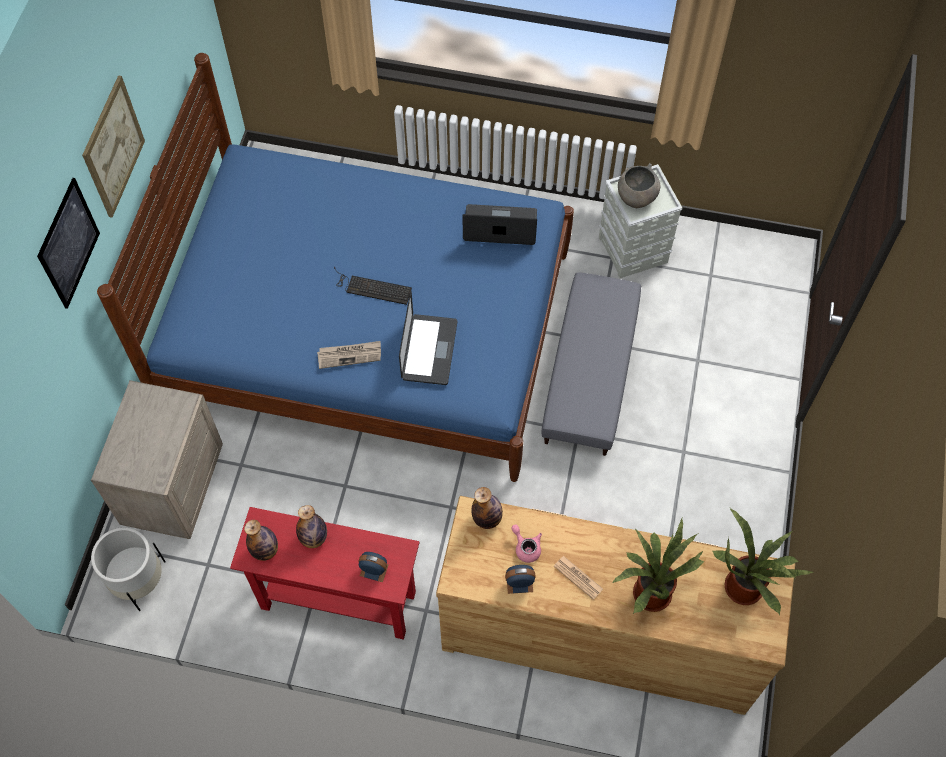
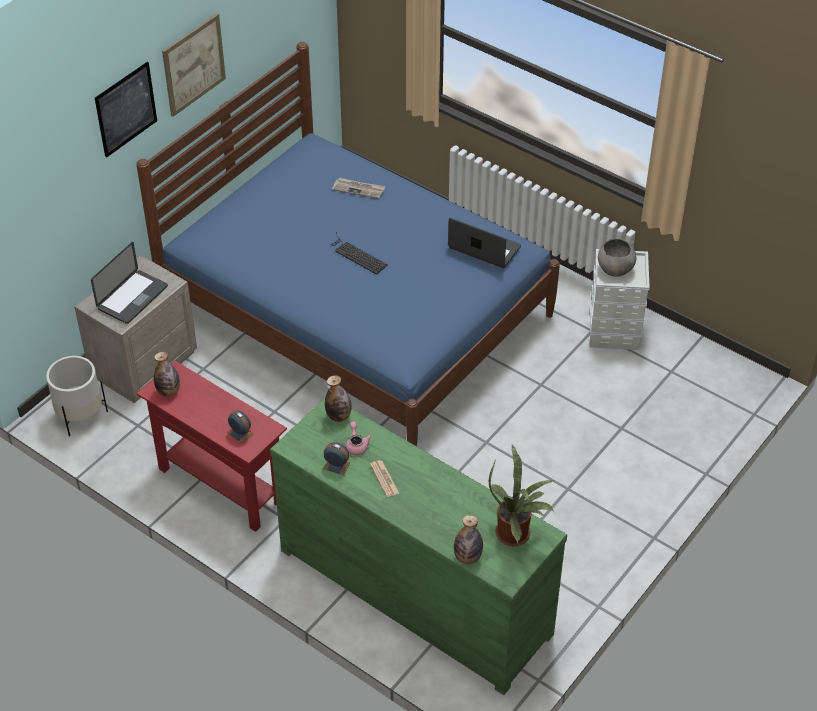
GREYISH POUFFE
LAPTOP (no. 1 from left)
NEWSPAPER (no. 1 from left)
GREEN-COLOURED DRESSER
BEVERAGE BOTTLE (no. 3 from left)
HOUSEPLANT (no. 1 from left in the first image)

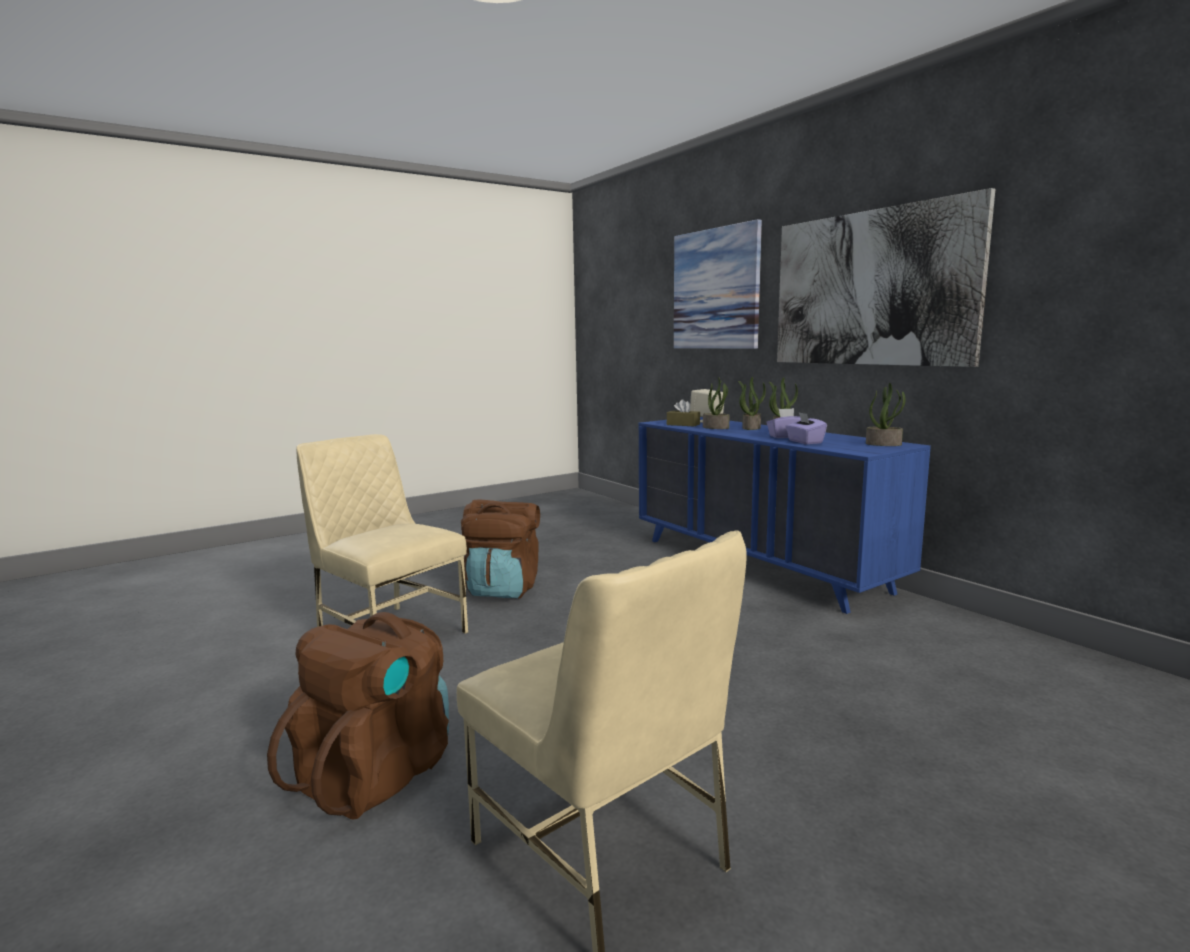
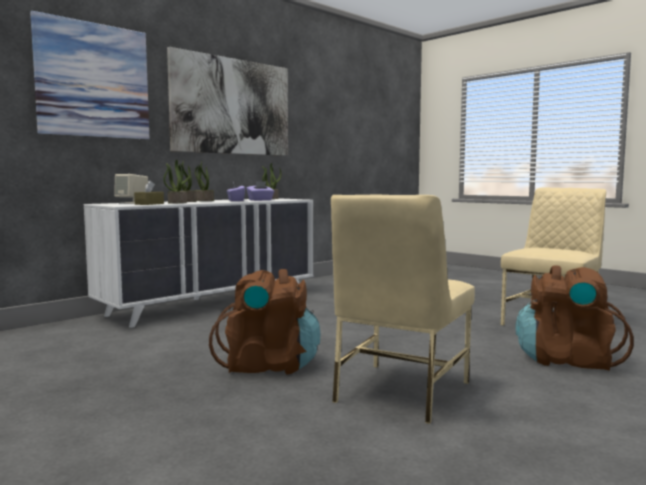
WHITE-COLOURED DRESSER

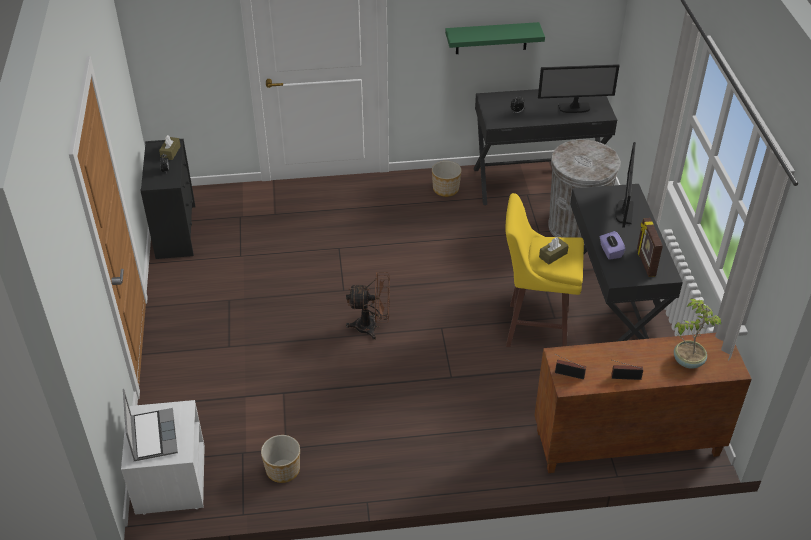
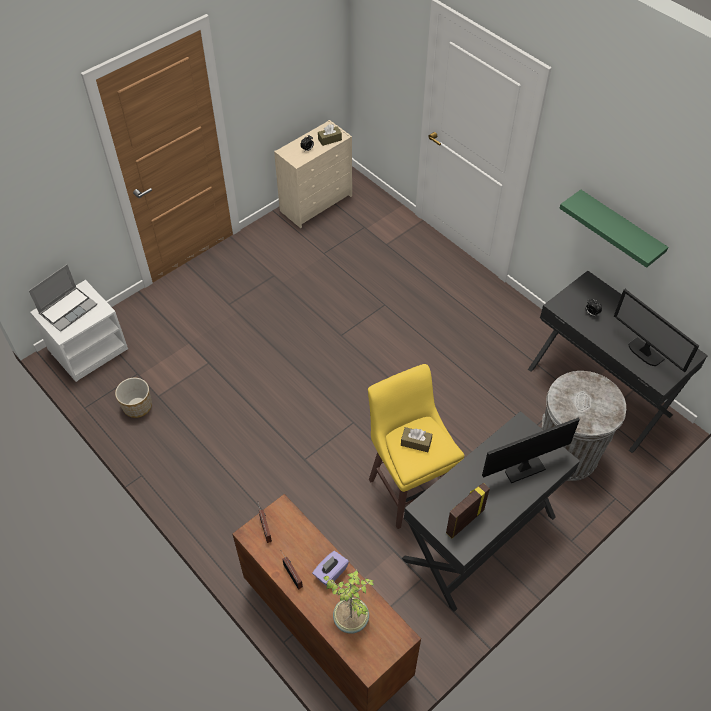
BEIGE DRESSER
FLOWER POT (no. 2 from left in the first image)
PURPLISH TISSUE BOX
BROWNISH ELECTRIC FAN

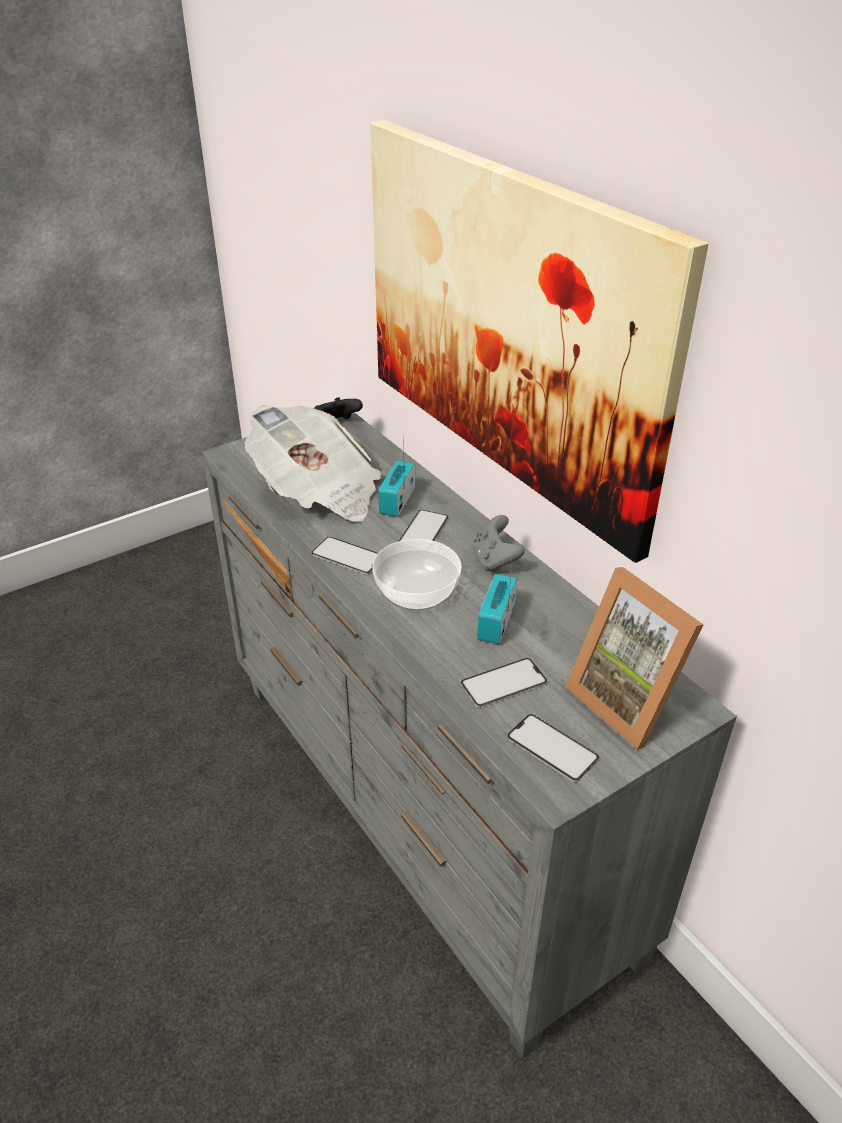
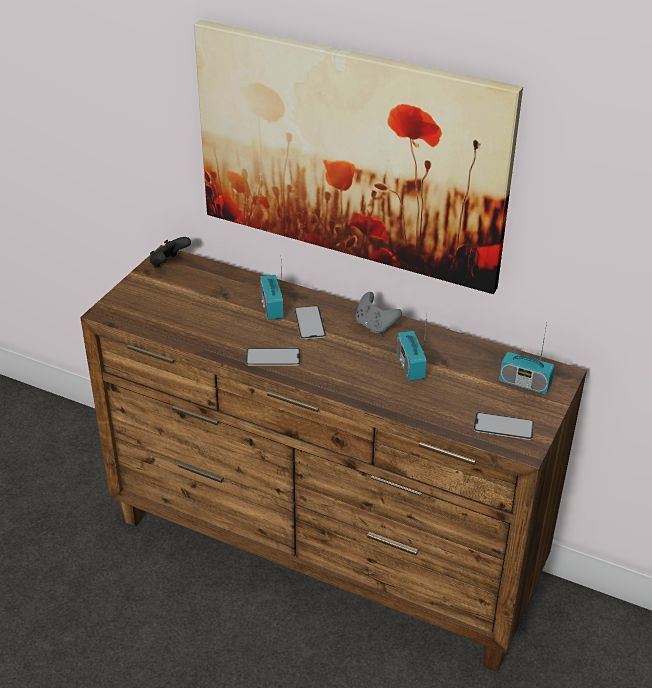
NEWSPAPER
BROWNISH DRESSER
BOWL
RADIO (no. 3 from left)
TELEPHONE (no. 3 from left in the first image)

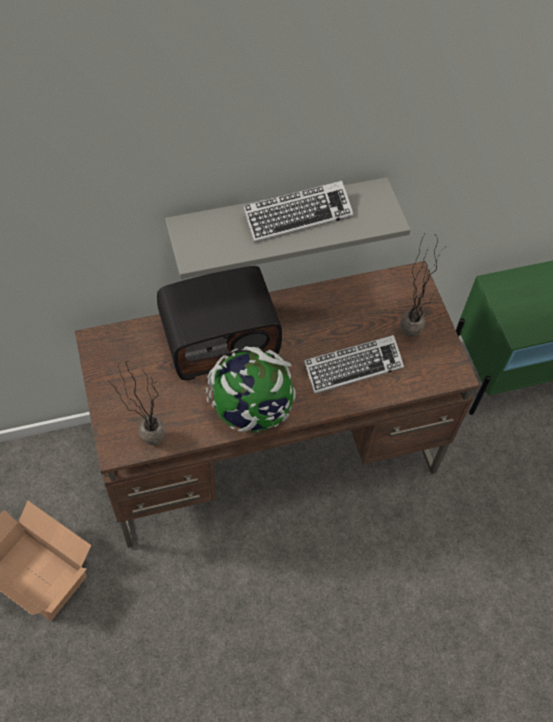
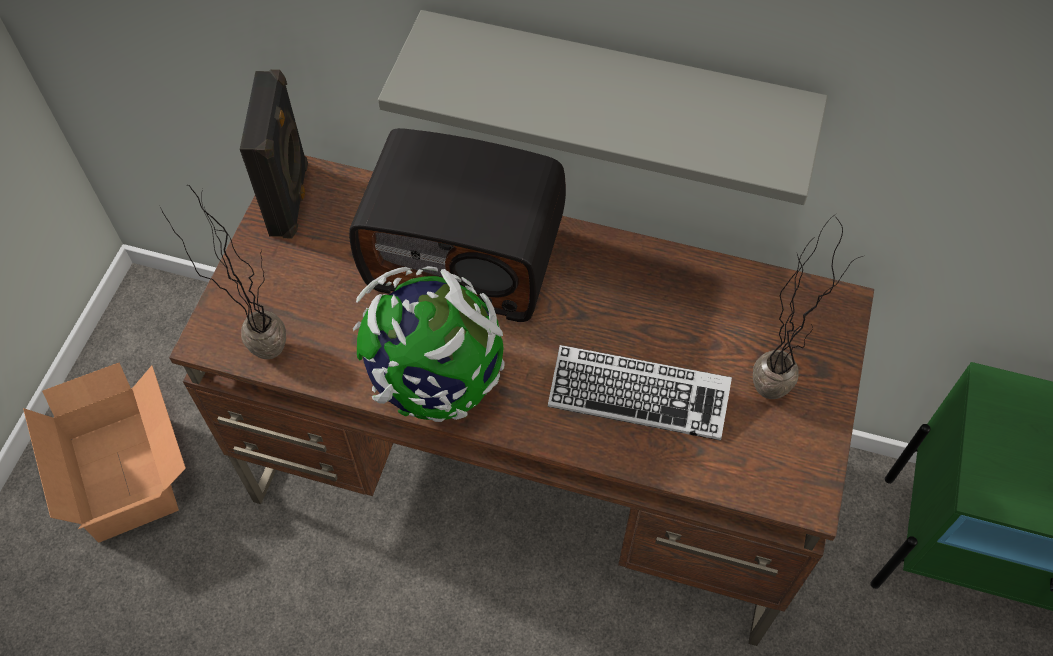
COMPUTER KEYBOARD (no. 1 from left in the first image)
BLACK AUDIO SPEAKER

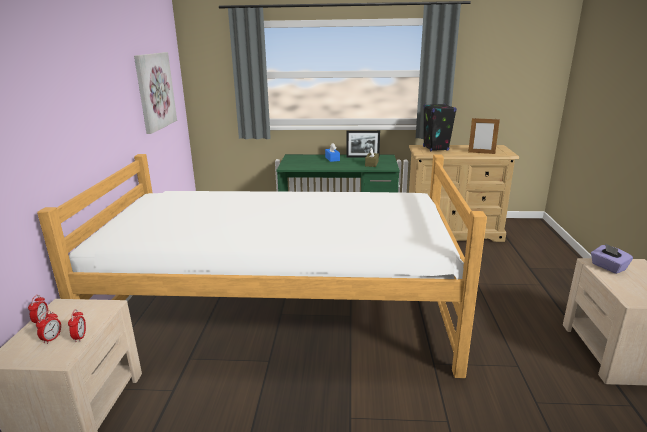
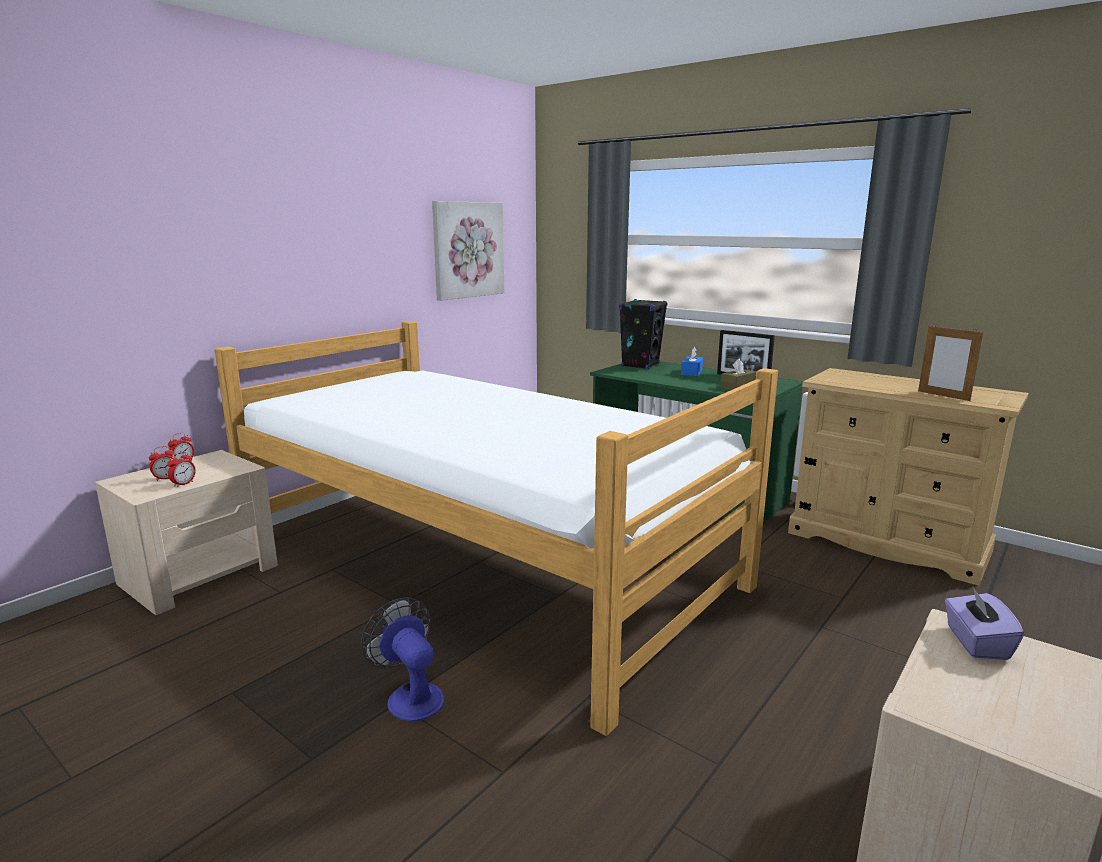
BLACK AUDIO SPEAKER
ELECTRIC FAN

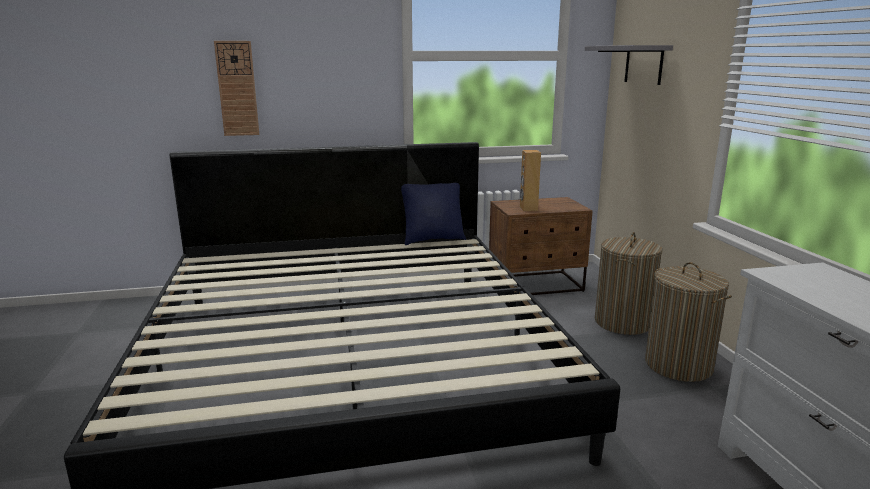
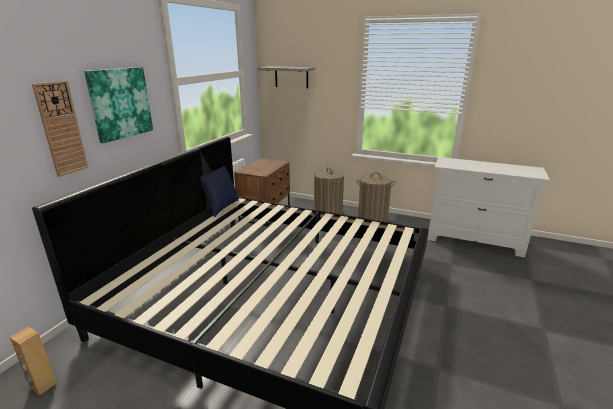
BROWNISH AUDIO SPEAKER
PICTURE

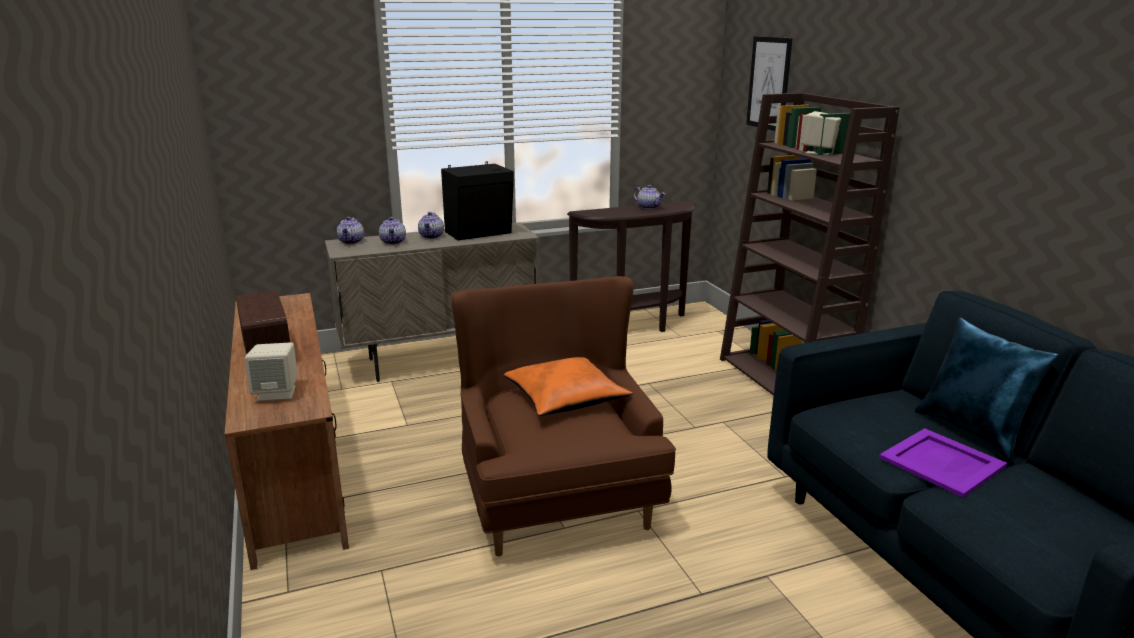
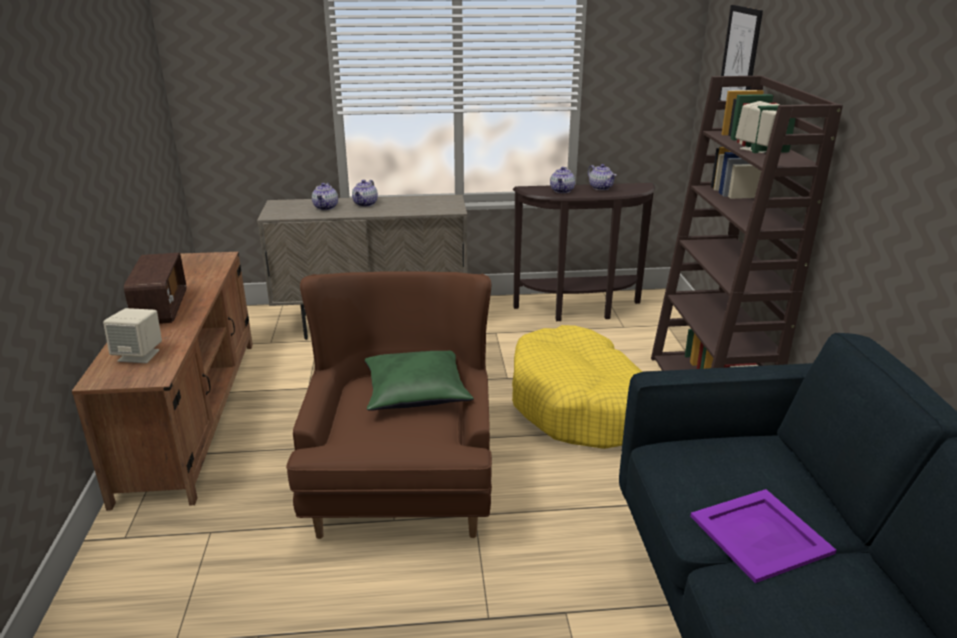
BLACK AUDIO SPEAKER
POT FOR TEA (no. 3 from left)
BLUE-COLOURED CUSHION
GREEN-COLOURED CUSHION
YELLOWISH DOG BED

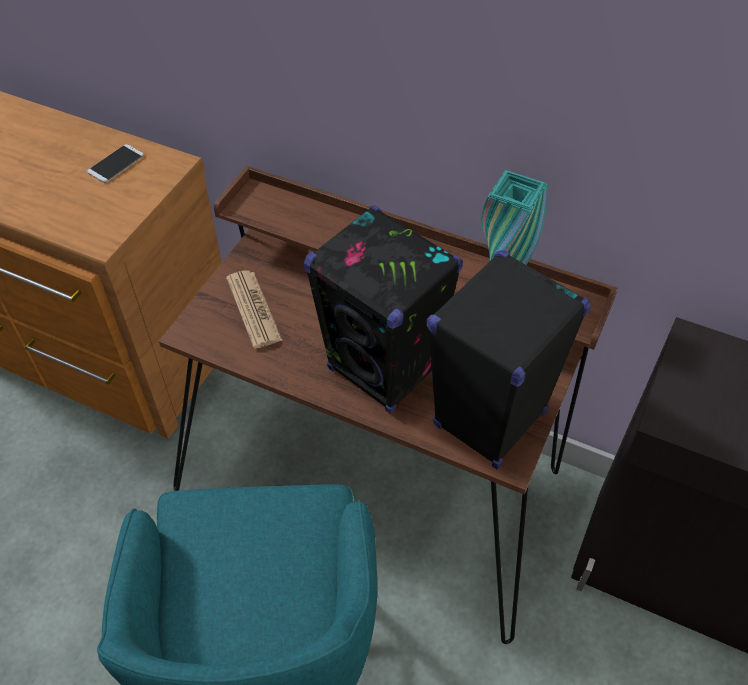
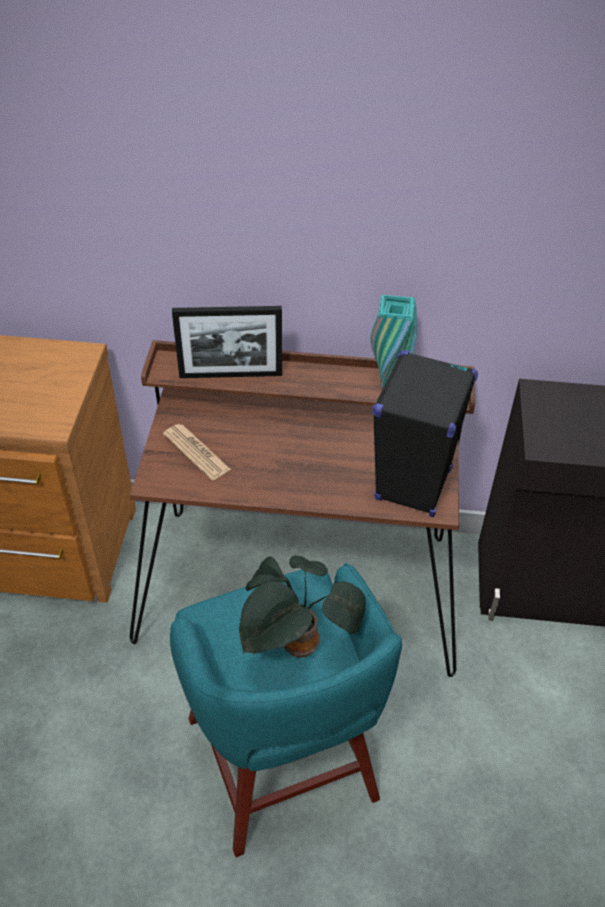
TELEPHONE
BLACK AUDIO SPEAKER (no. 1 from left in the first image)
PICTURE FRAME
HOUSEPLANT

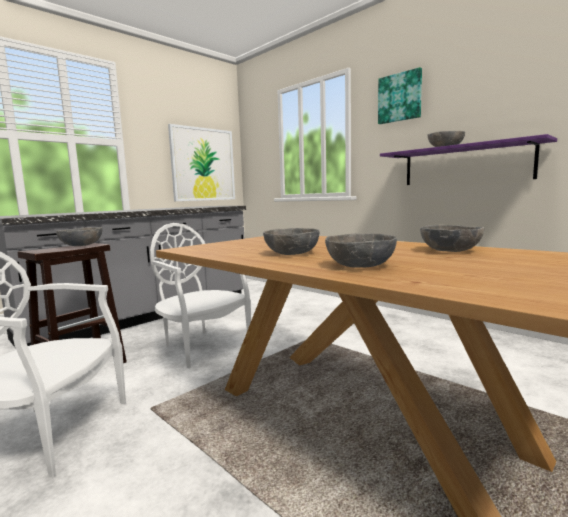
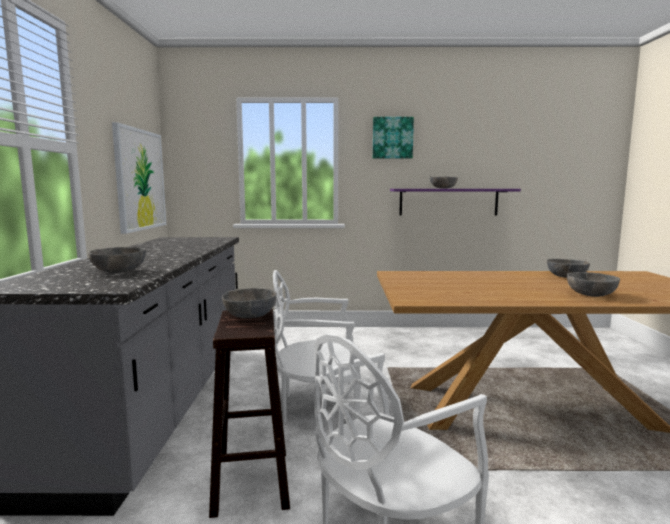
GREYISH BOWL (no. 1 from left)

